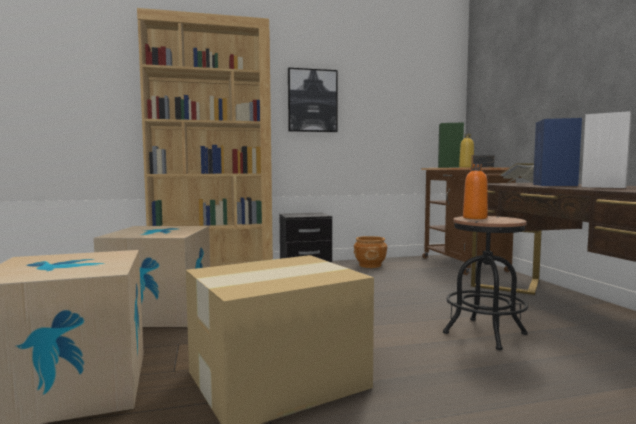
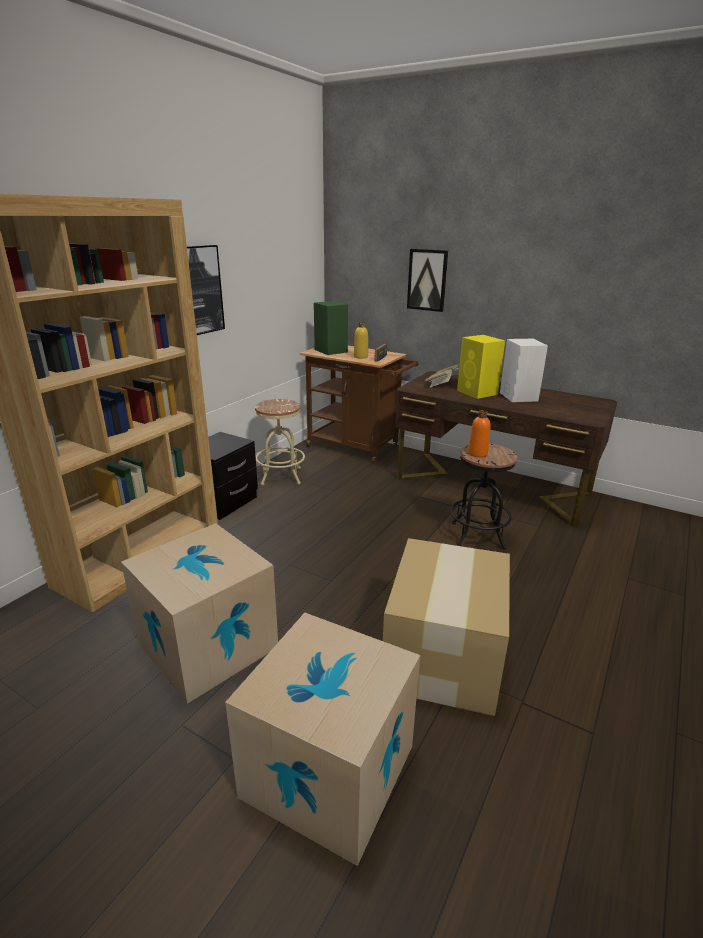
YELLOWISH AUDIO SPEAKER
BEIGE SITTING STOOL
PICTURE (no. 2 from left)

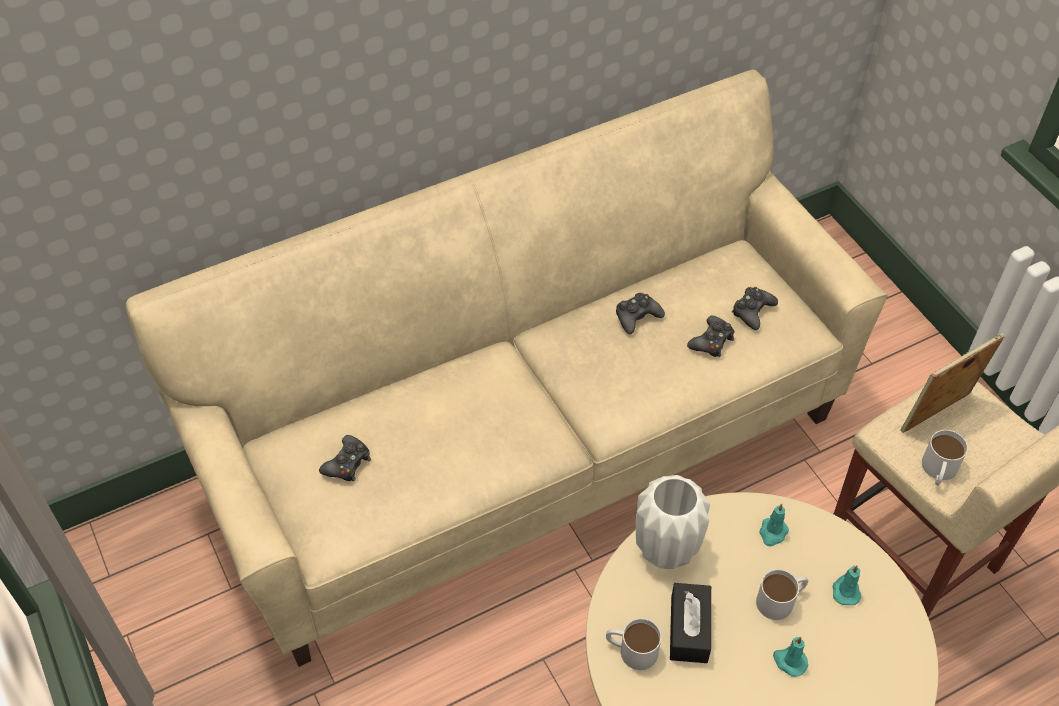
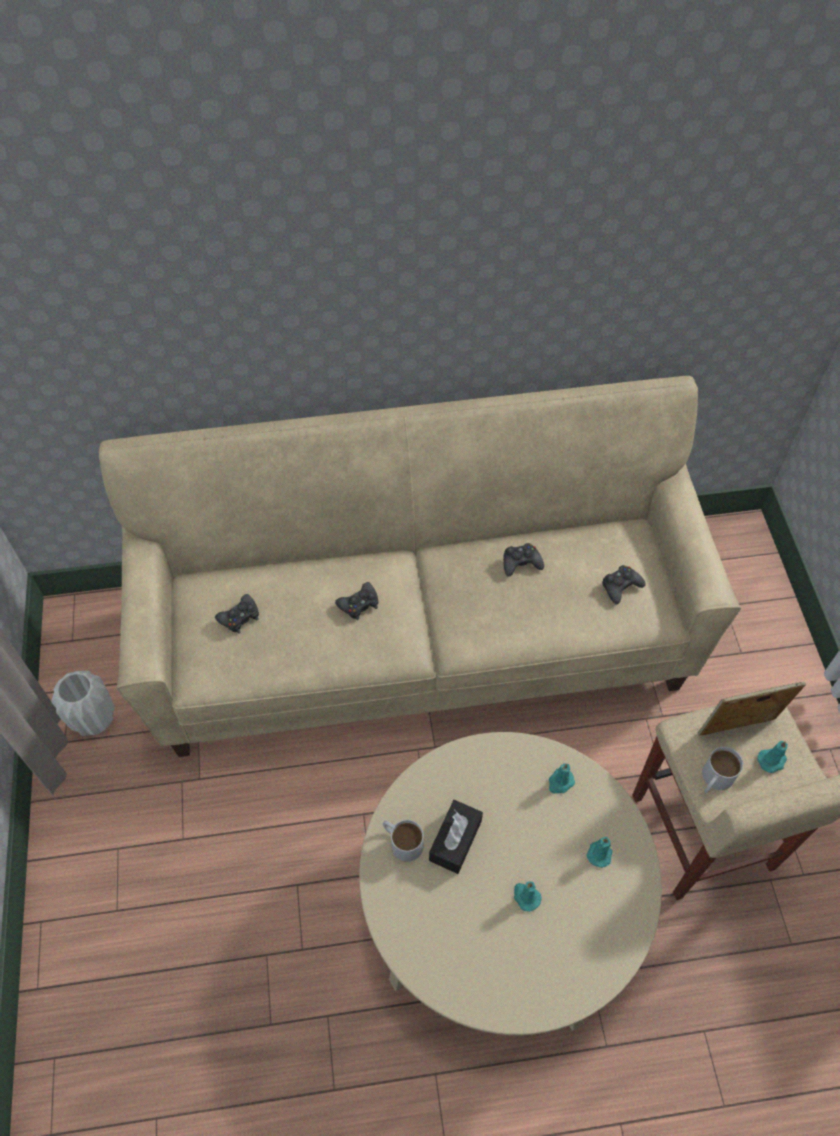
BLACK JOYPAD (no. 2 from left)
WHITE-COLOURED FLOWER VASE
WHITE-COLOURED TEA MUG (no. 2 from left in the first image)
TURQUOISE-COLOURED WAX CANDLE (no. 4 from left)

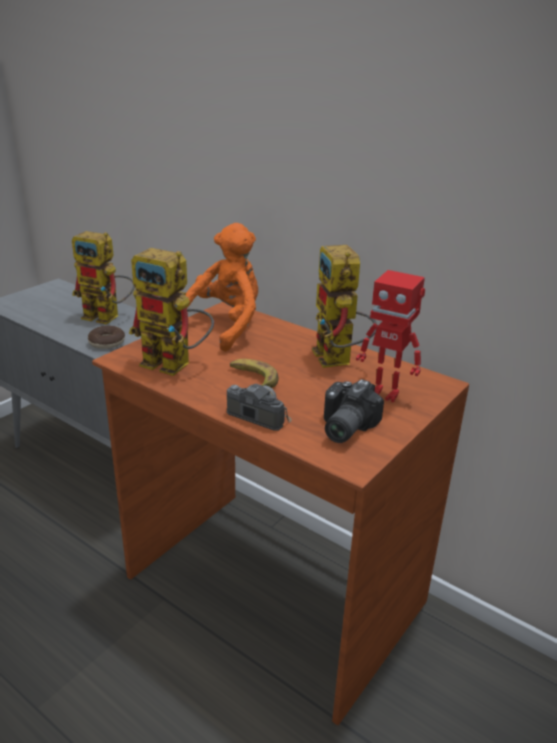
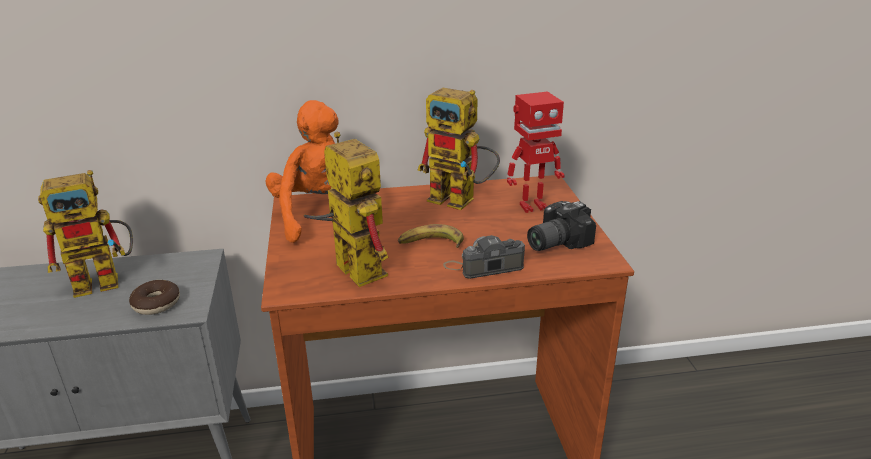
TOY ROBOT (no. 2 from left)
PHOTO CAMERA (no. 2 from left)

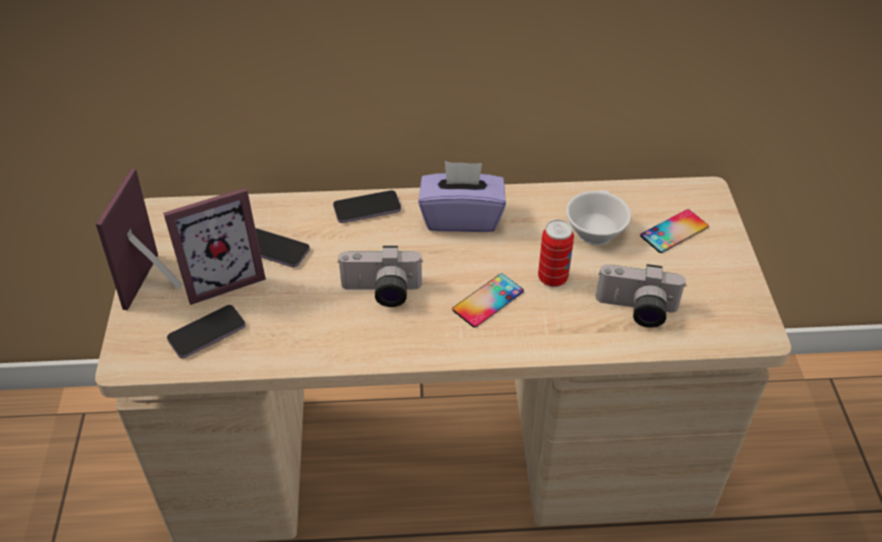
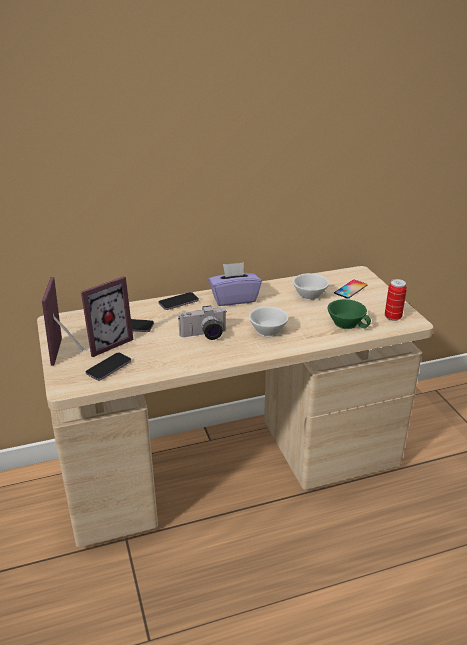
SEALED CAN
GREEN-COLOURED SMALL CUP
WHITE-COLOURED SMALL CUP (no. 1 from left)

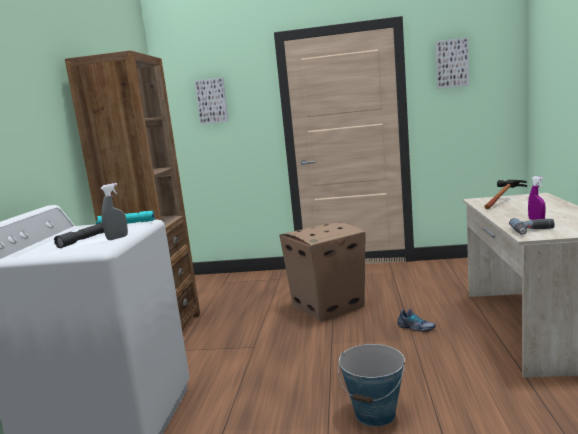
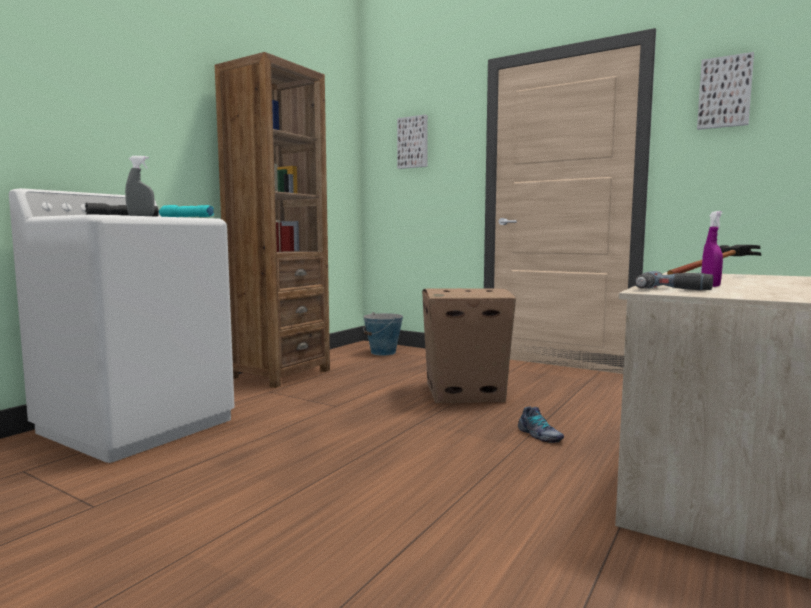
PAIL

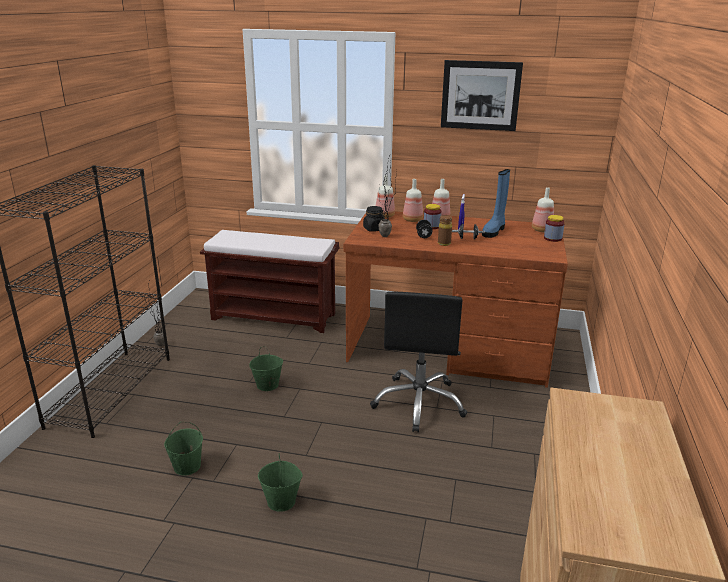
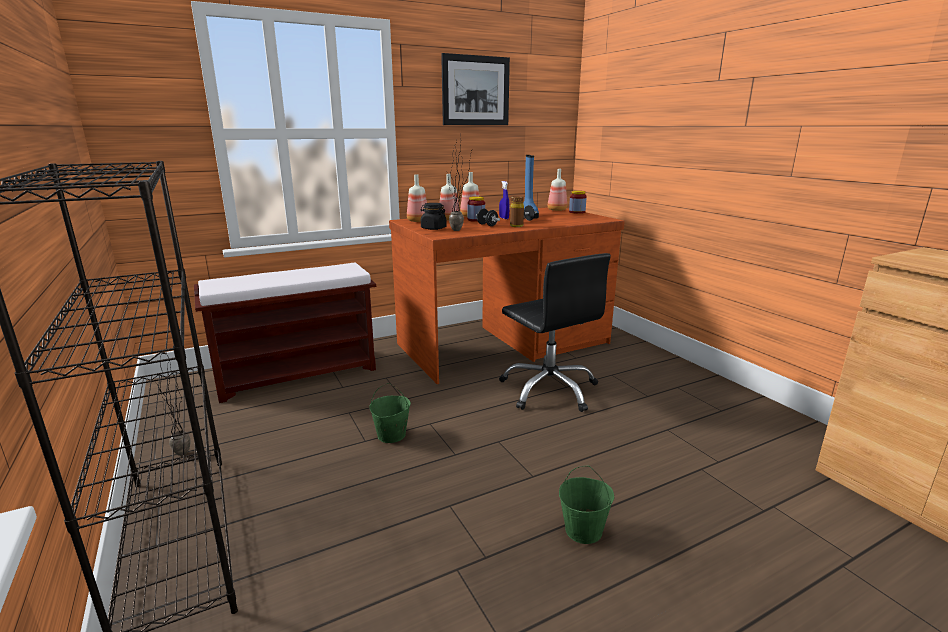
GREEN-COLOURED PAIL (no. 1 from left in the first image)

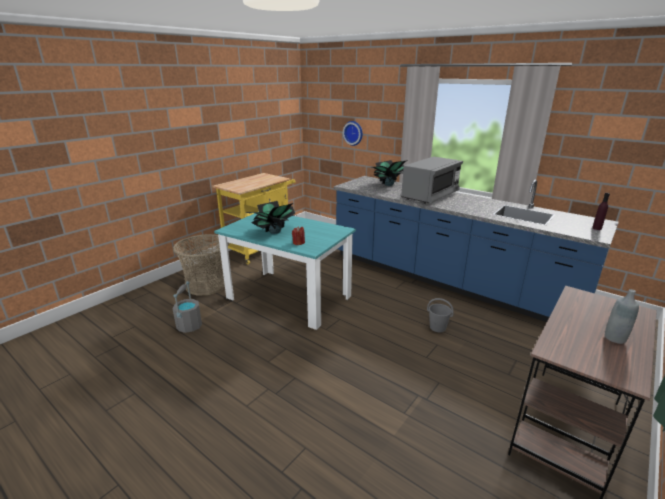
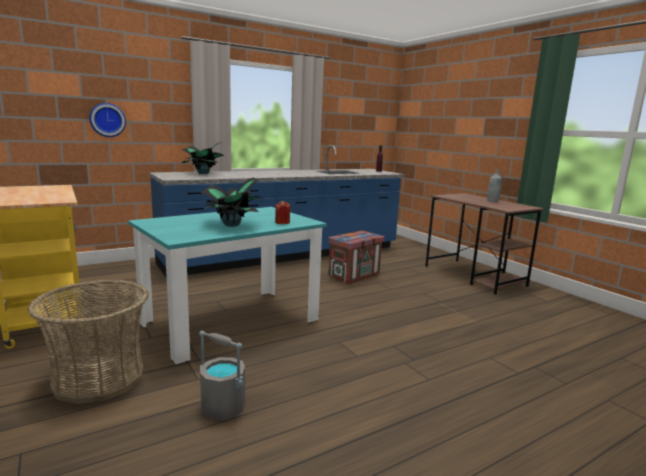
GREYISH MICROWAVE OVEN
PACKING CRATE

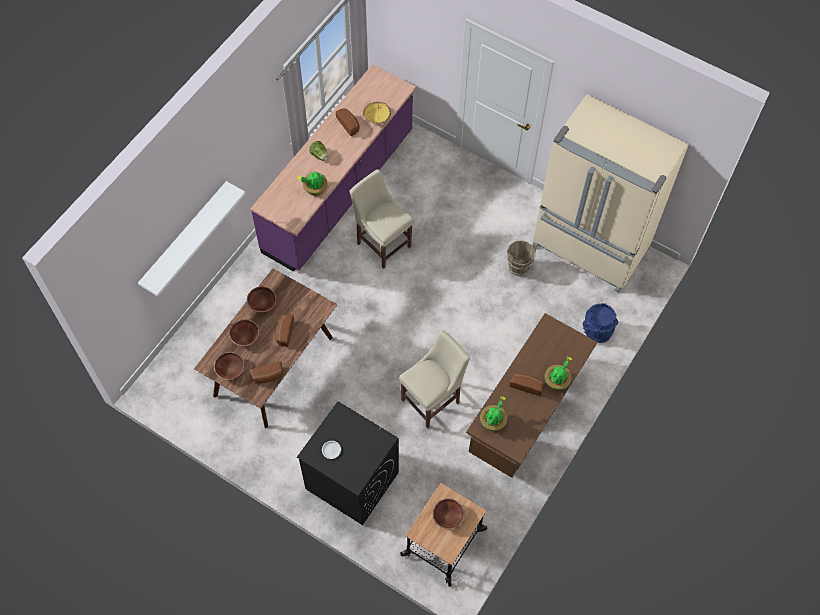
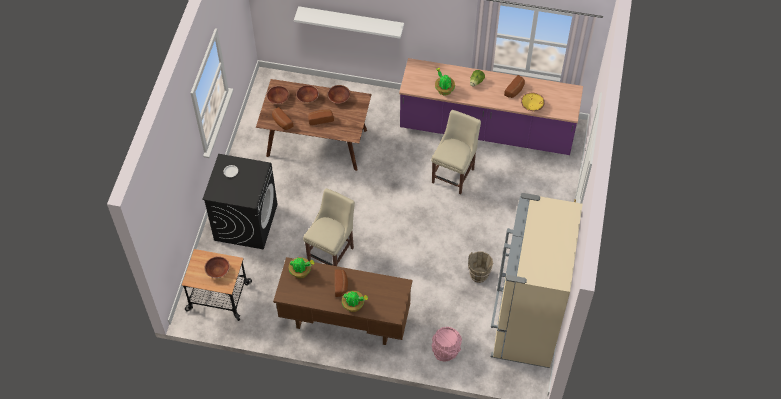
PINK-COLOURED PAIL
BEIGE CHAIR (no. 1 from left)

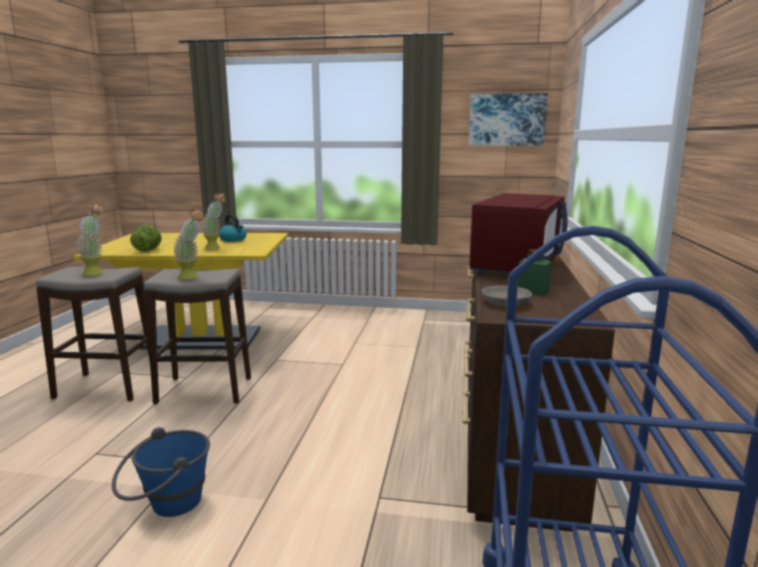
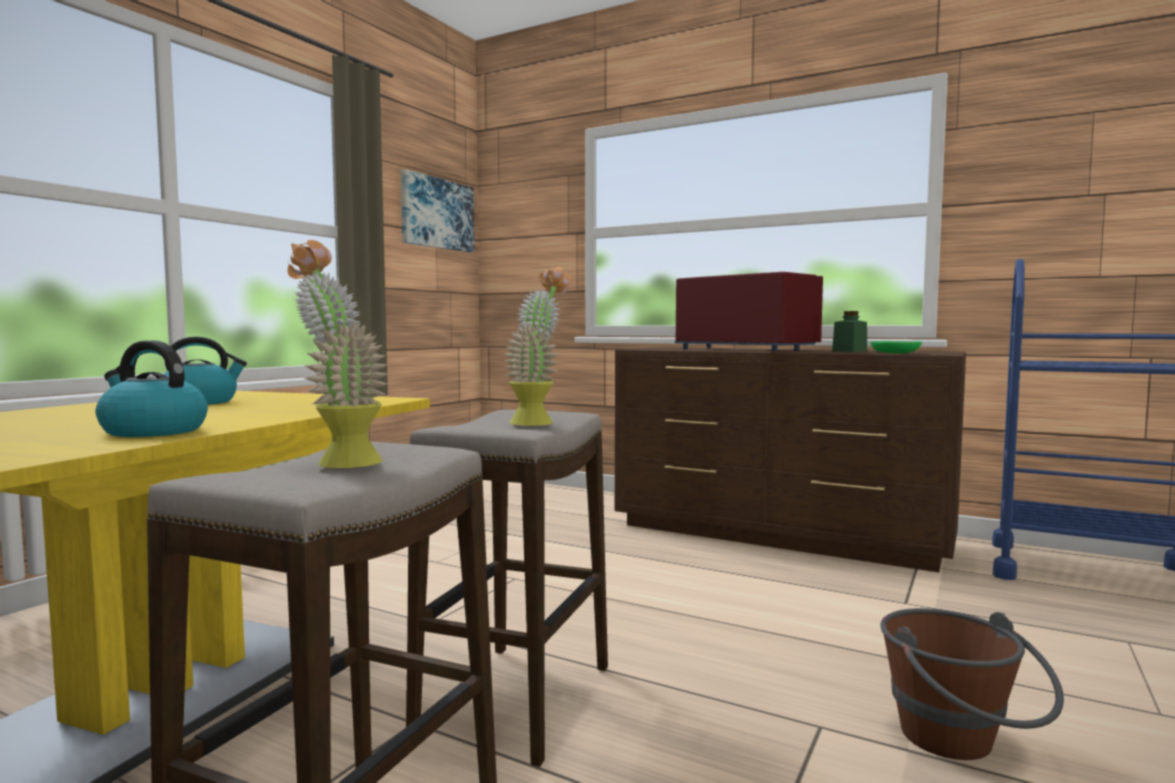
HOUSEPLANT (no. 3 from left in the first image)
TEA KETTLE (no. 1 from left)
GREEN-COLOURED BOWL
BROWNISH PAIL

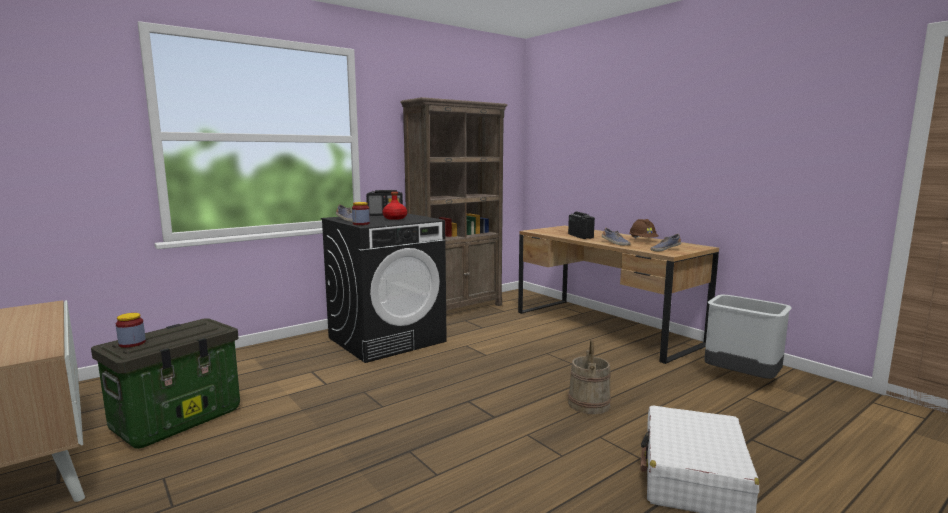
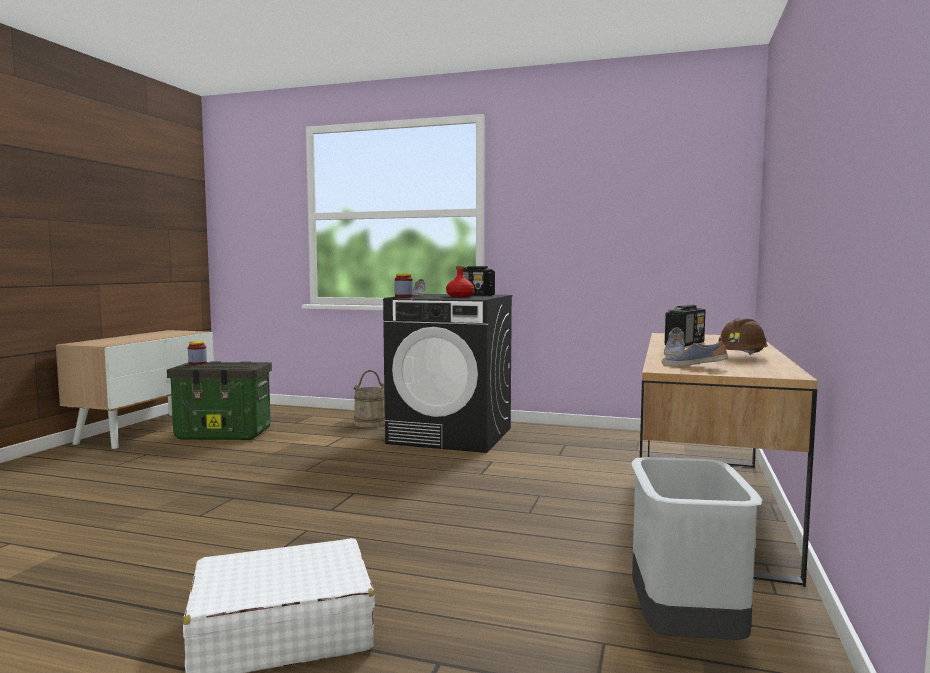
BROWNISH BOOKSHELF
BEIGE PAIL

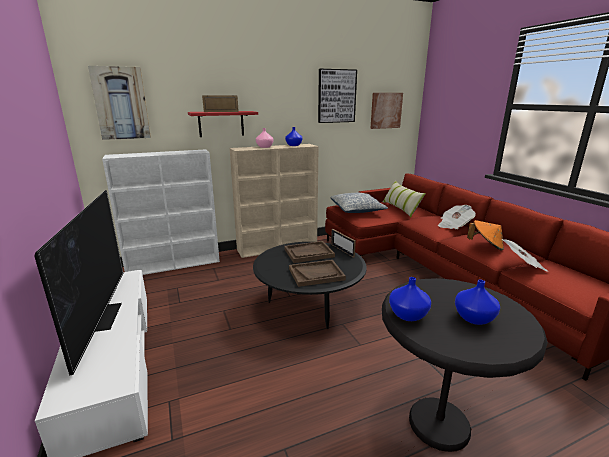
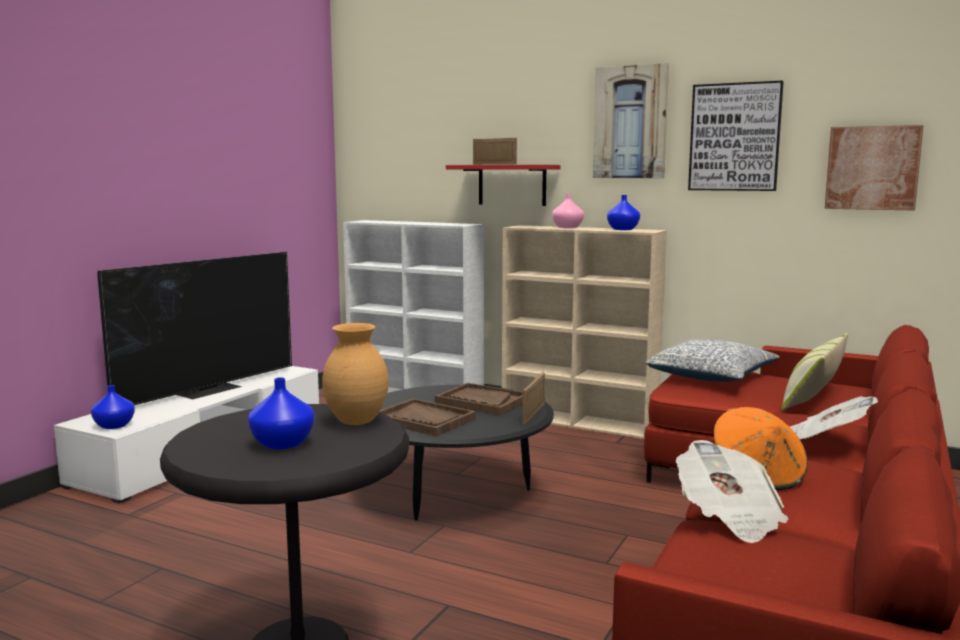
PICTURE (no. 1 from left)
BLUE-COLOURED FLOWER VASE (no. 1 from left)
BROWNISH FLOWER VASE

